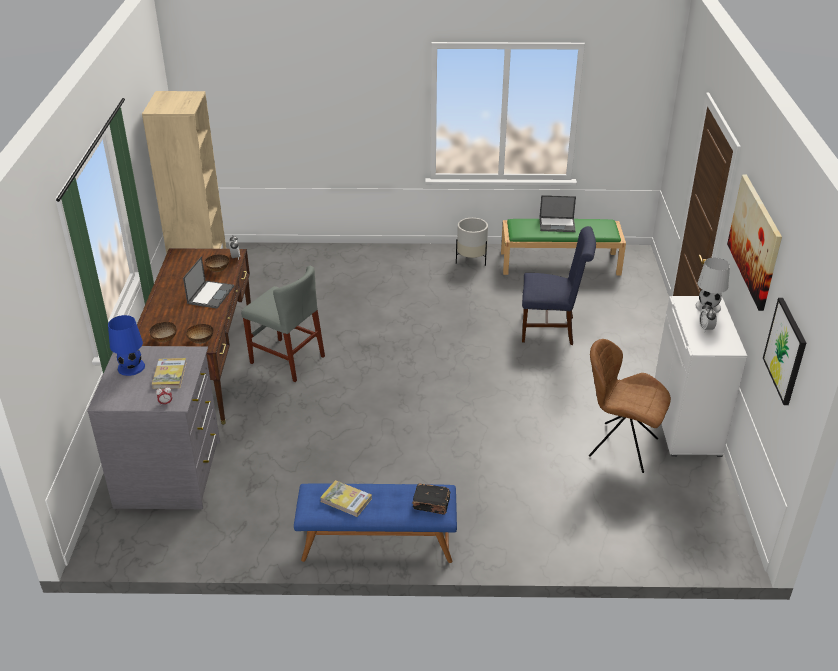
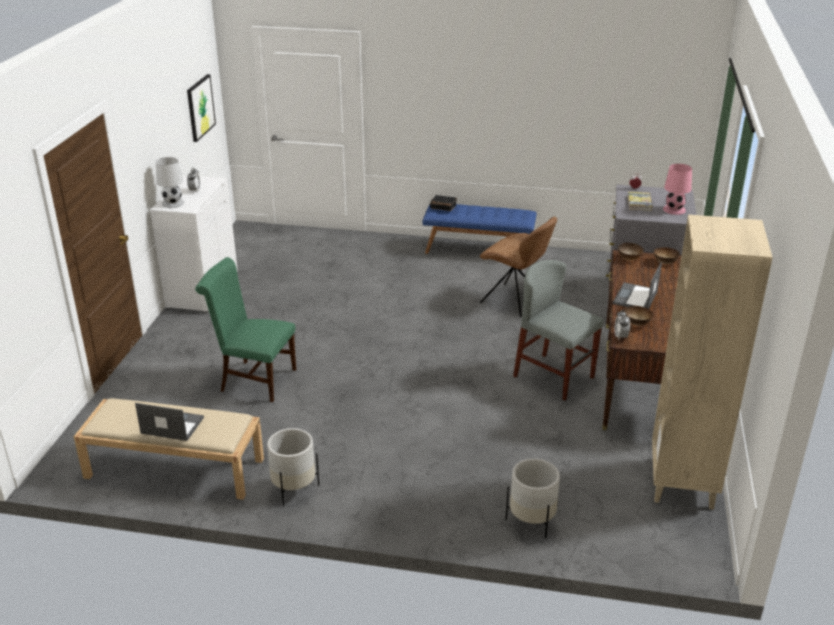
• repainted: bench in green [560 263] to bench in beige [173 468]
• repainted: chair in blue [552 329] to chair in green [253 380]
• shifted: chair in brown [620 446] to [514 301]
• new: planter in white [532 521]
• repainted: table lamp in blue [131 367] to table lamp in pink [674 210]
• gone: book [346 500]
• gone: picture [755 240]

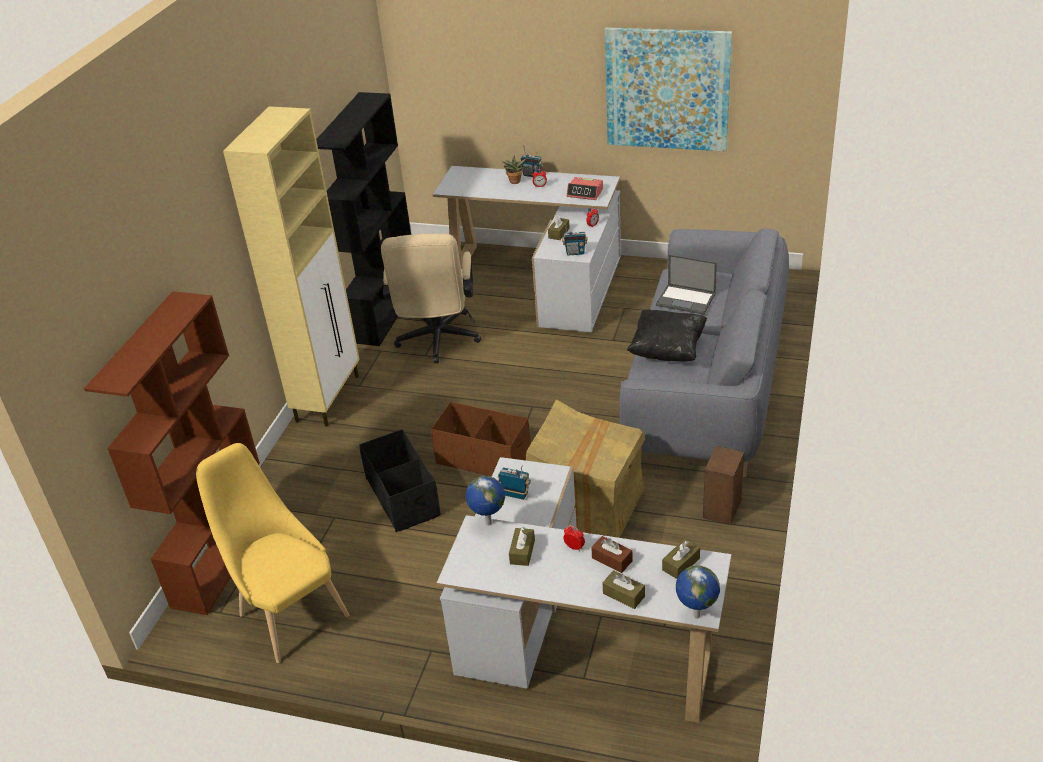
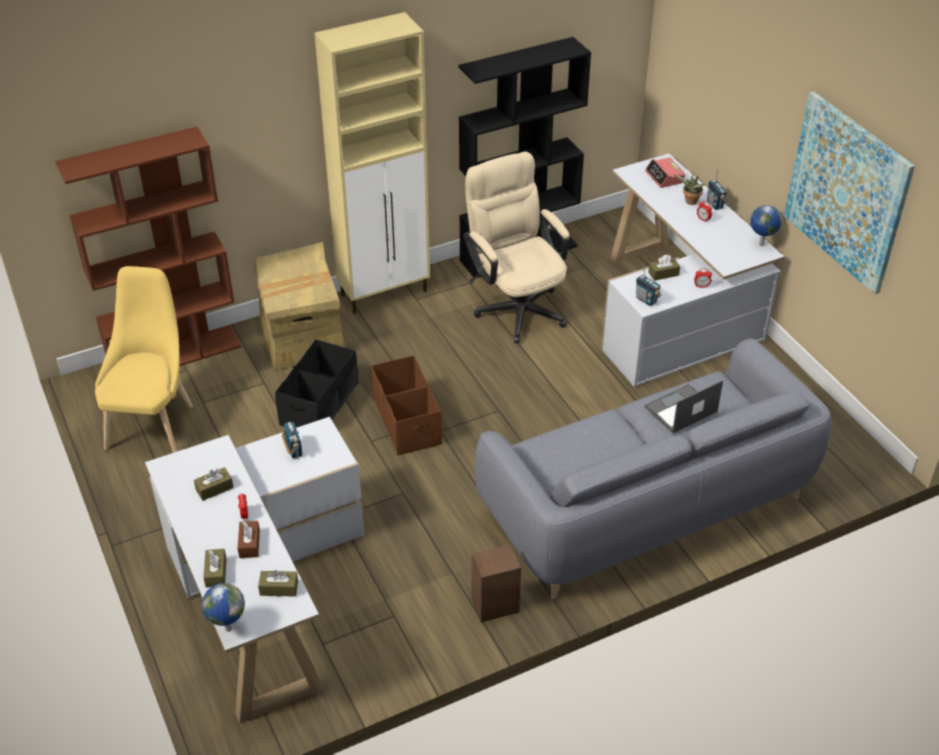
• shifted: cardboard box [587 505] to [302 337]
• rotated: office chair in beige [437 342] = [516 306] 105 degrees clockwise
• rotated: laptop [686 299] = [680 410] 75 degrees clockwise
• shifted: alarm clock [585 193] to [664 177]
• shifted: globe [488 523] to [760 244]
• gone: pillow in black [667 350]

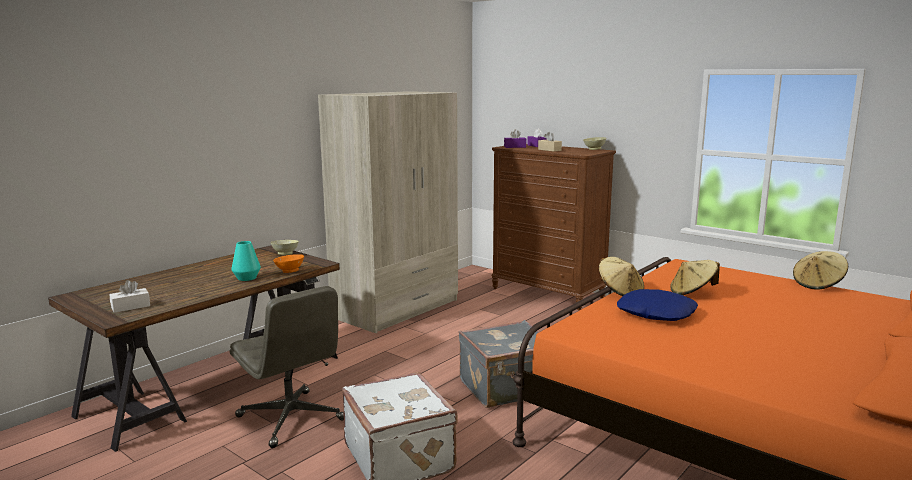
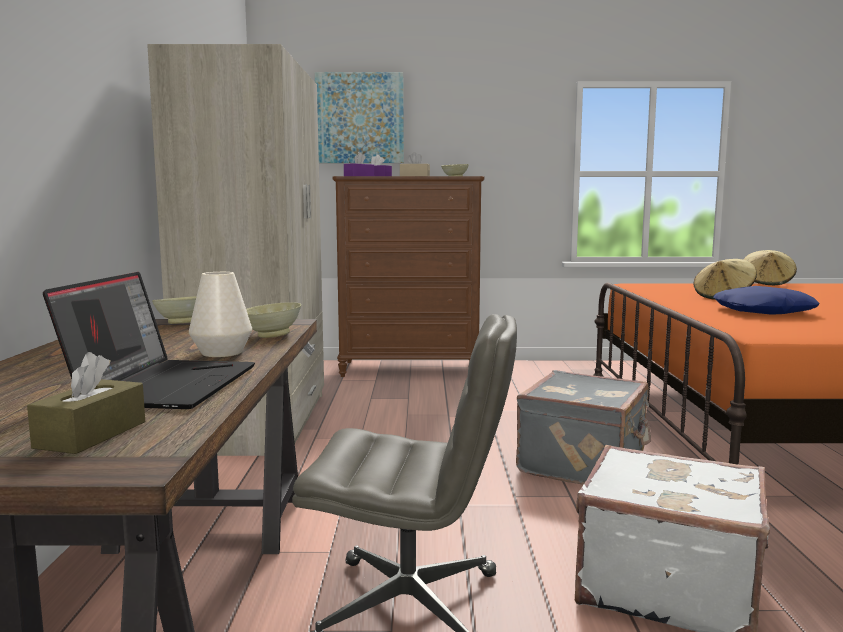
• repainted: tissue box in white [130 307] to tissue box in brown [91 434]
• new: laptop [163 385]
• repainted: vase in turquoise [246 278] to vase in white [221 353]
• repainted: bowl in orange [290 271] to bowl in beige [271 335]
• new: picture [360 118]
• gone: hat in beige [620 292]

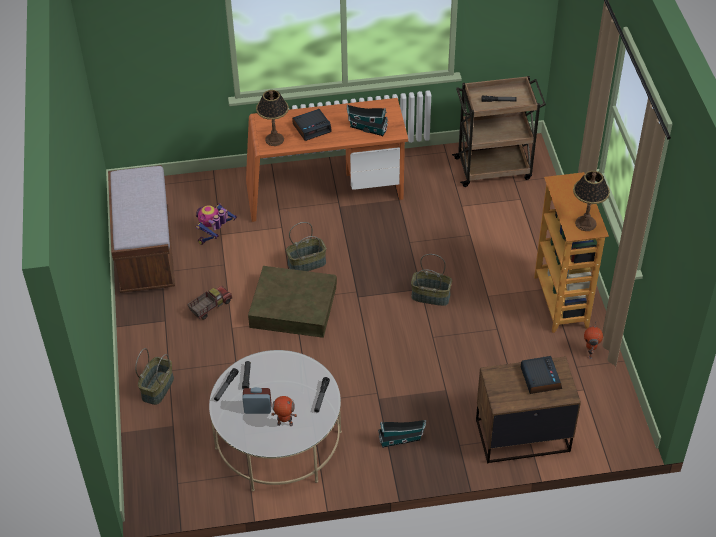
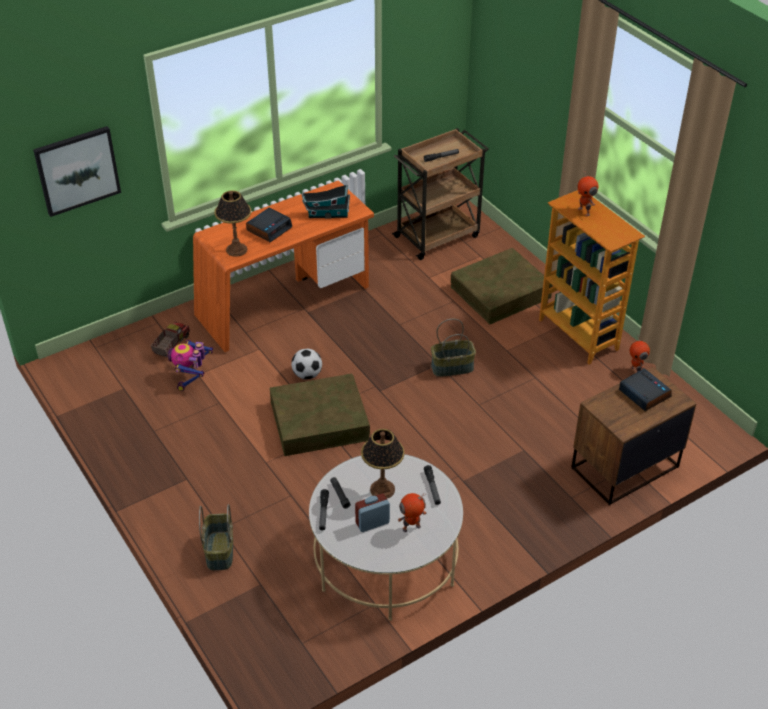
• new: picture [77 170]
• shifted: toy truck [210 307] to [171 346]
• swapped: basket [307 263] to football [307 375]
• shifted: table lamp [586 223] to [382 489]
• new: storage box in brown [500 292]
• new: toy robot [584 211]
• gone: bench in brown [145 253]
• gone: toy house [401 439]

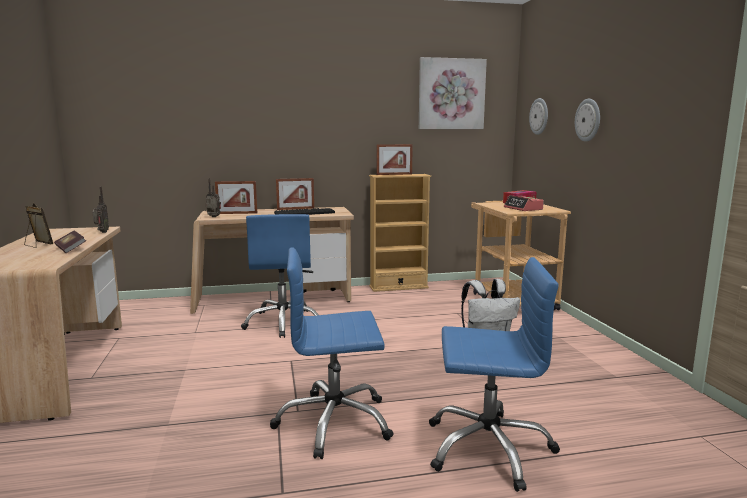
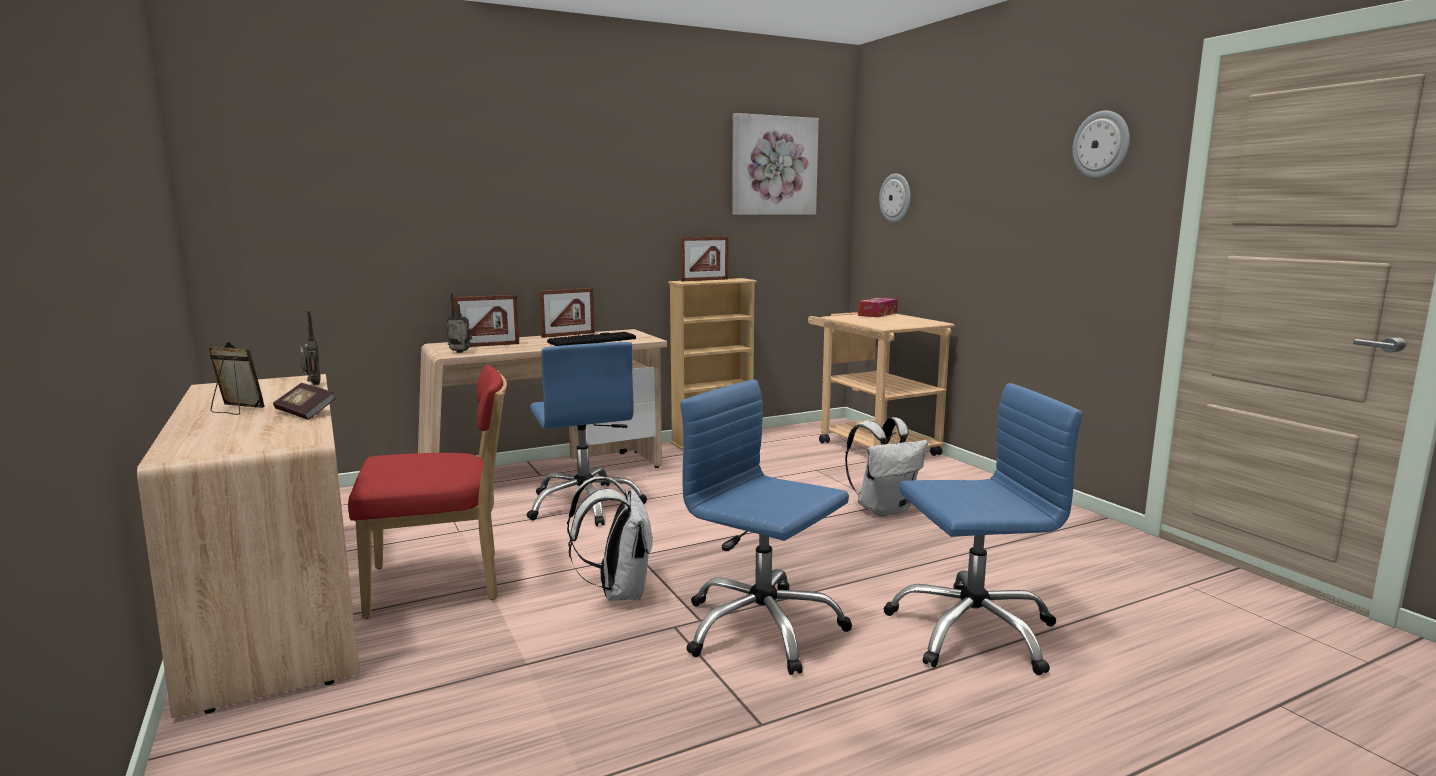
• new: chair in red [442 583]
• new: backpack in white [618 592]
• rotated: office chair in blue [334 423] = [761 628] 60 degrees clockwise
• shifted: wall clock [588 120] to [1101 145]
• gone: alarm clock [523 209]

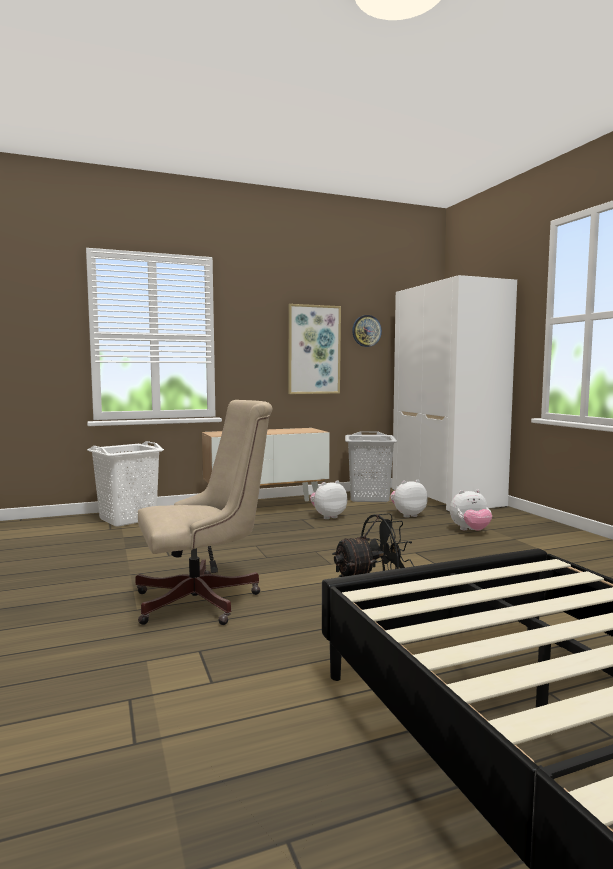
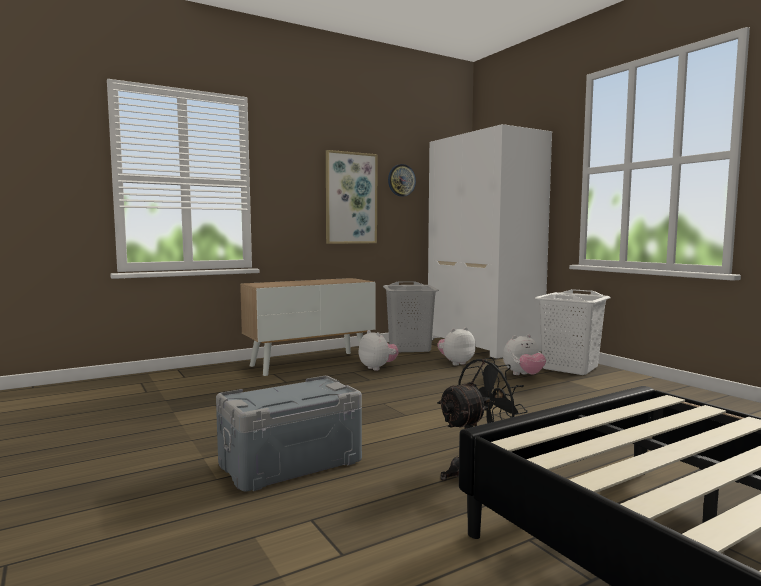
• swapped: office chair in beige [205 601] to storage box in grey [291 463]
• rotated: plush toy [328 516] = [378 368] 90 degrees clockwise
• shifted: laundry basket in white [128 519] to [570 368]

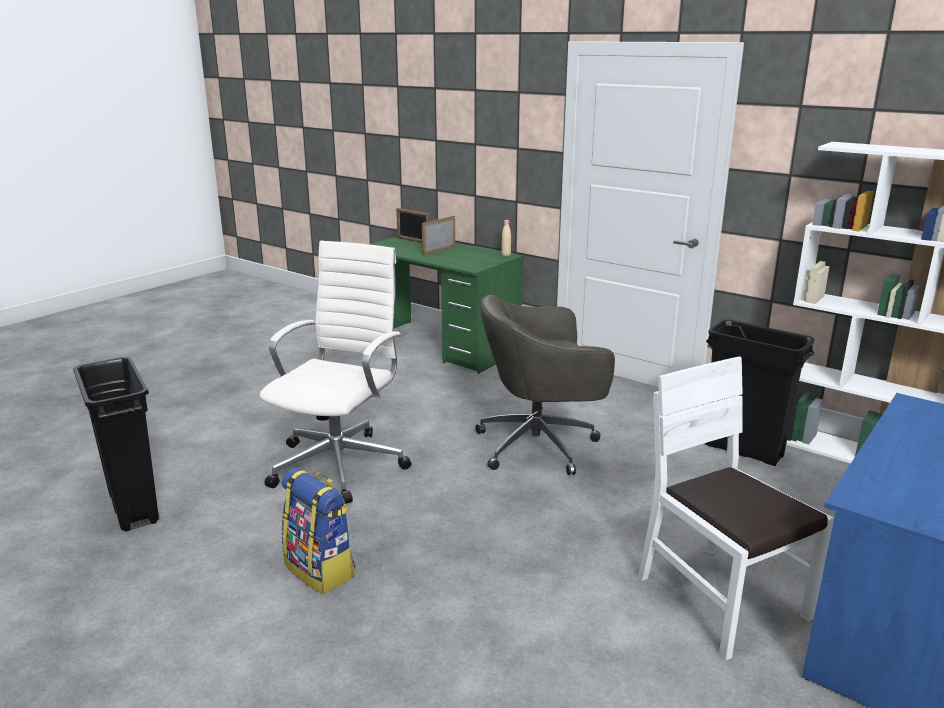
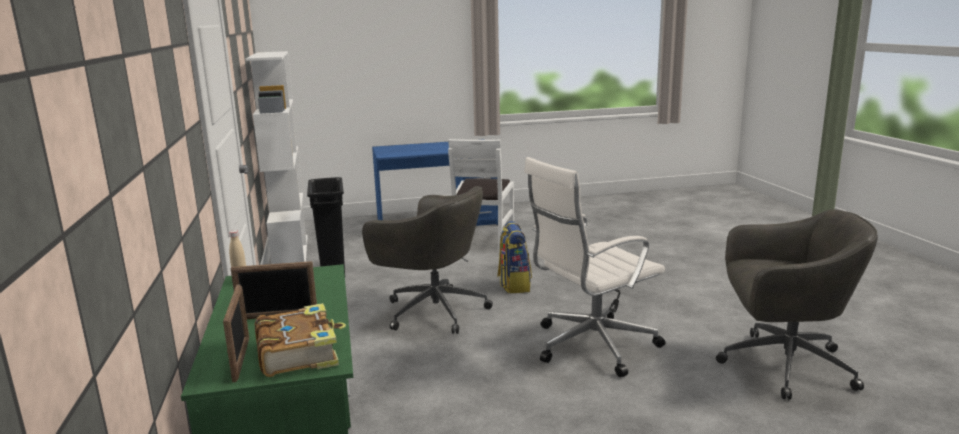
• new: book [299 352]
• shifted: backpack [321 570] to [514 285]
• swapped: trash can in black [133 508] to office chair in grey [782 365]

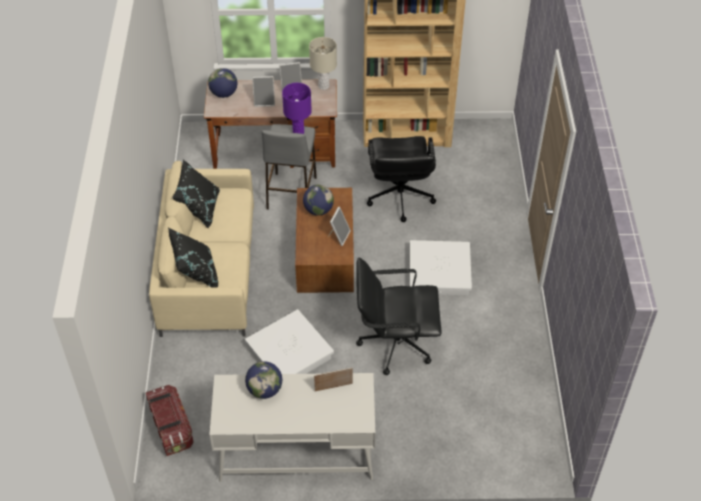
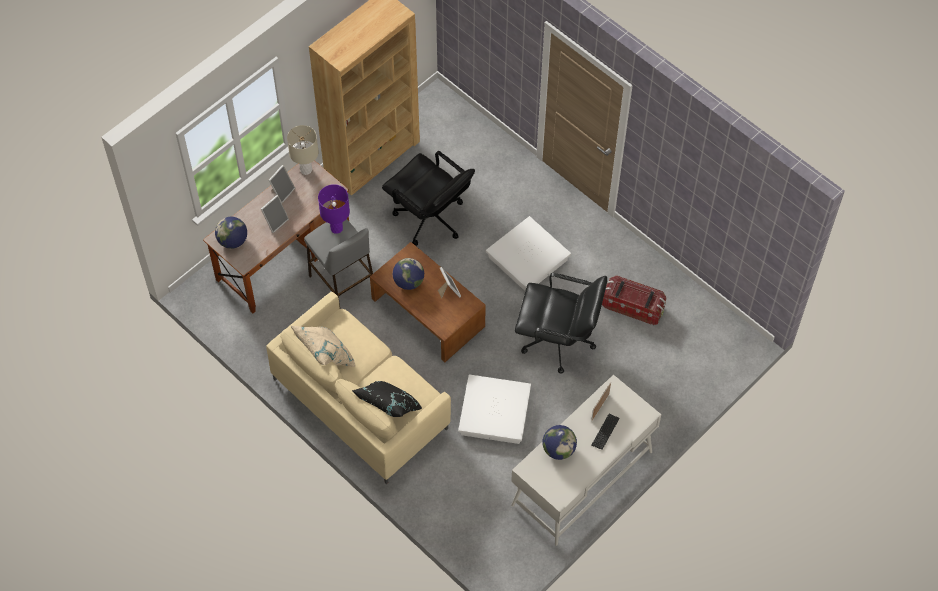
• repainted: pillow in black [199 208] to pillow in beige [325 356]
• rotated: office chair in black [395 343] = [558 341] 120 degrees counterclockwise
• new: keyboard [605 432]
• shifted: storage box [171 427] to [633 306]

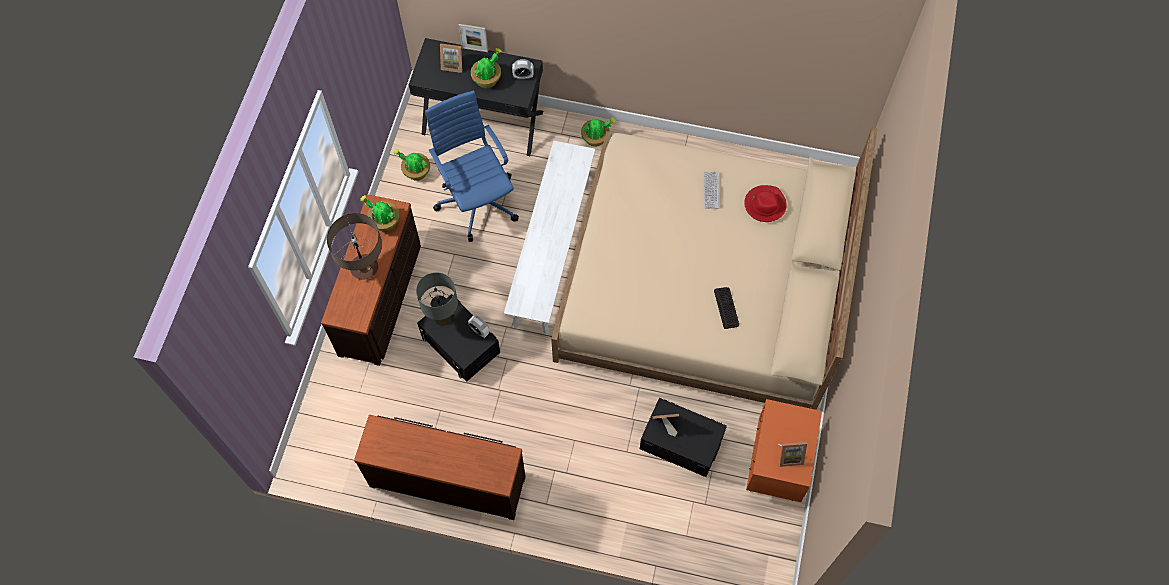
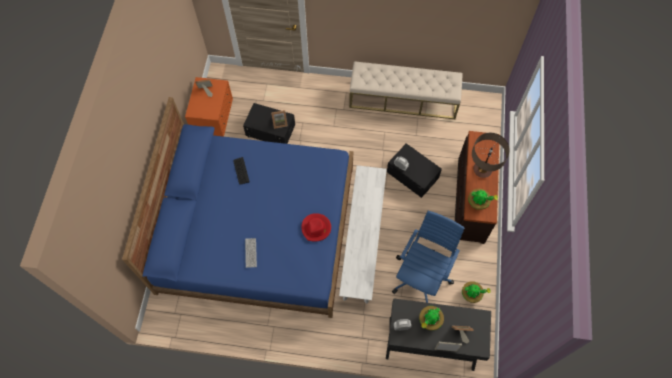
• repainted: bed in beige [704 283] to bed in blue [257 228]
• shifted: hat in red [764 205] to [316 228]
• swapped: dresser in brown [448 479] to bench in beige [403 99]
• rotated: office chair in blue [477 200] = [422 276] 120 degrees counterclockwise
• gone: table lamp in grey [443 318]
• gone: potted plant [596 138]

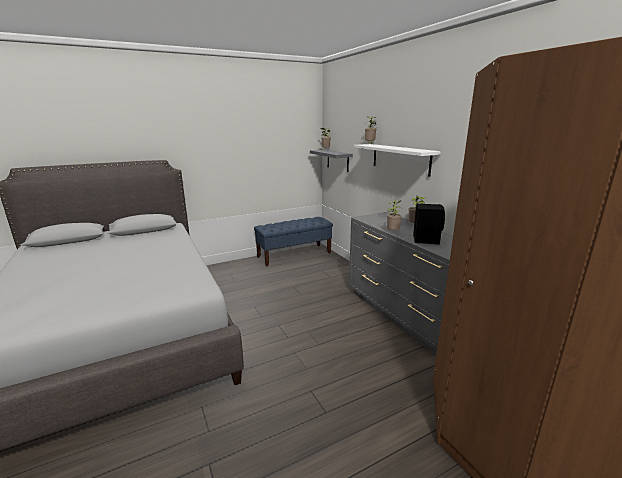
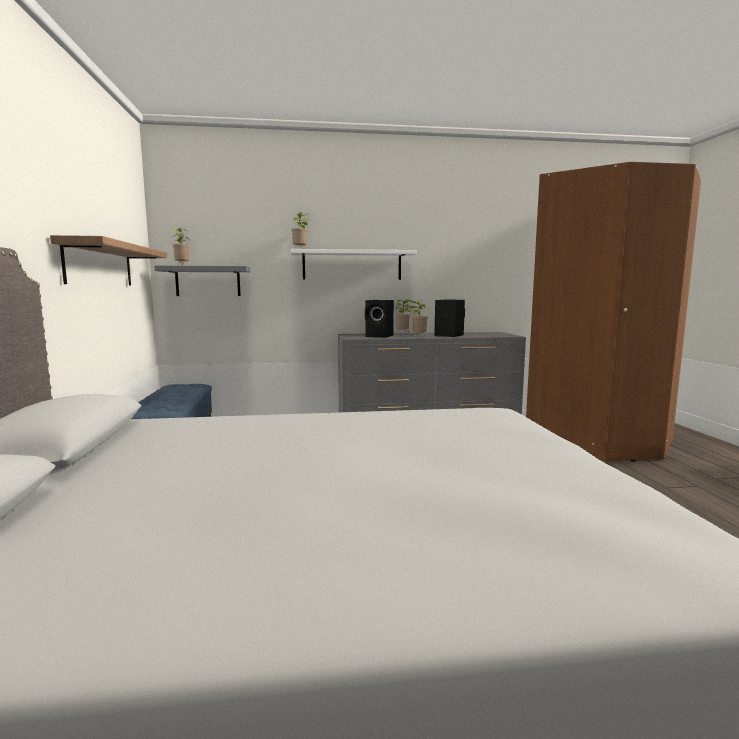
• new: shelf [100 265]
• new: speaker in black [380 336]

